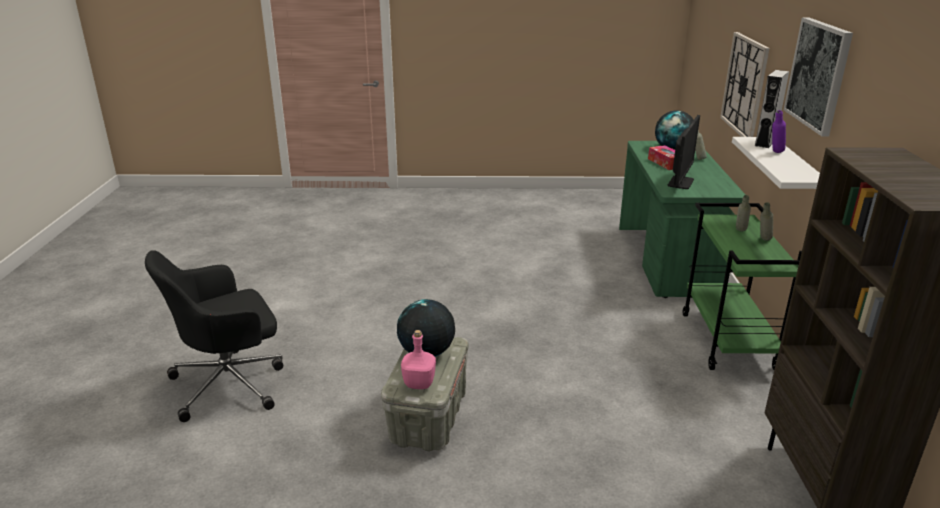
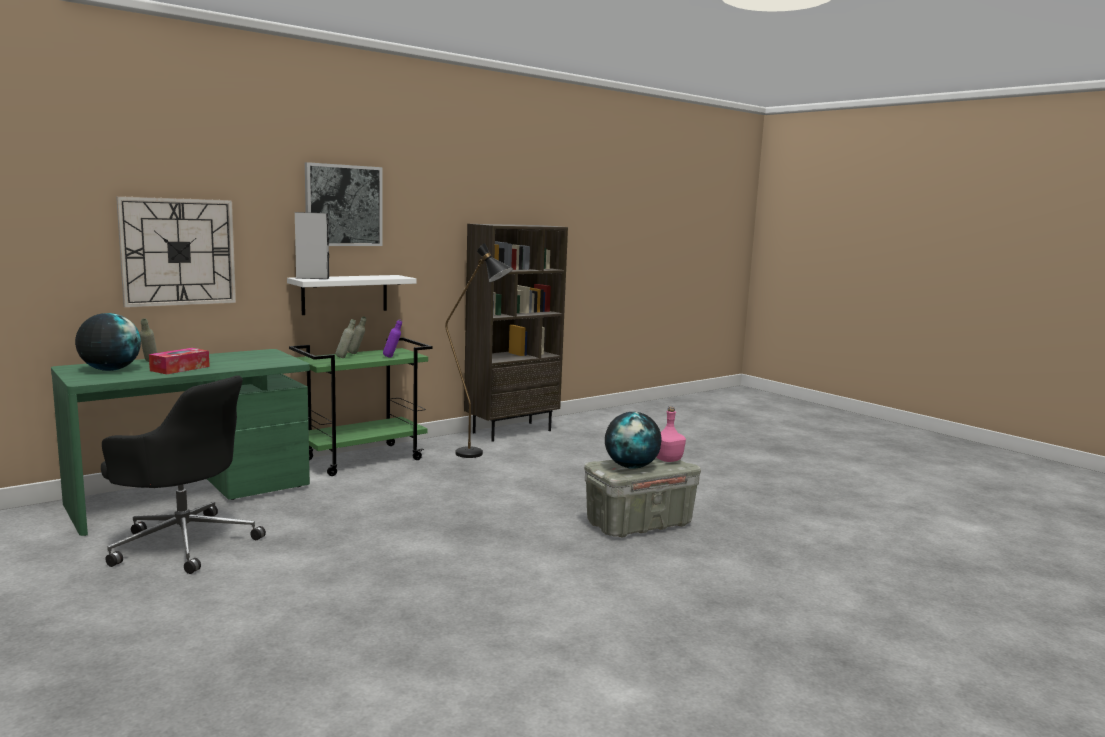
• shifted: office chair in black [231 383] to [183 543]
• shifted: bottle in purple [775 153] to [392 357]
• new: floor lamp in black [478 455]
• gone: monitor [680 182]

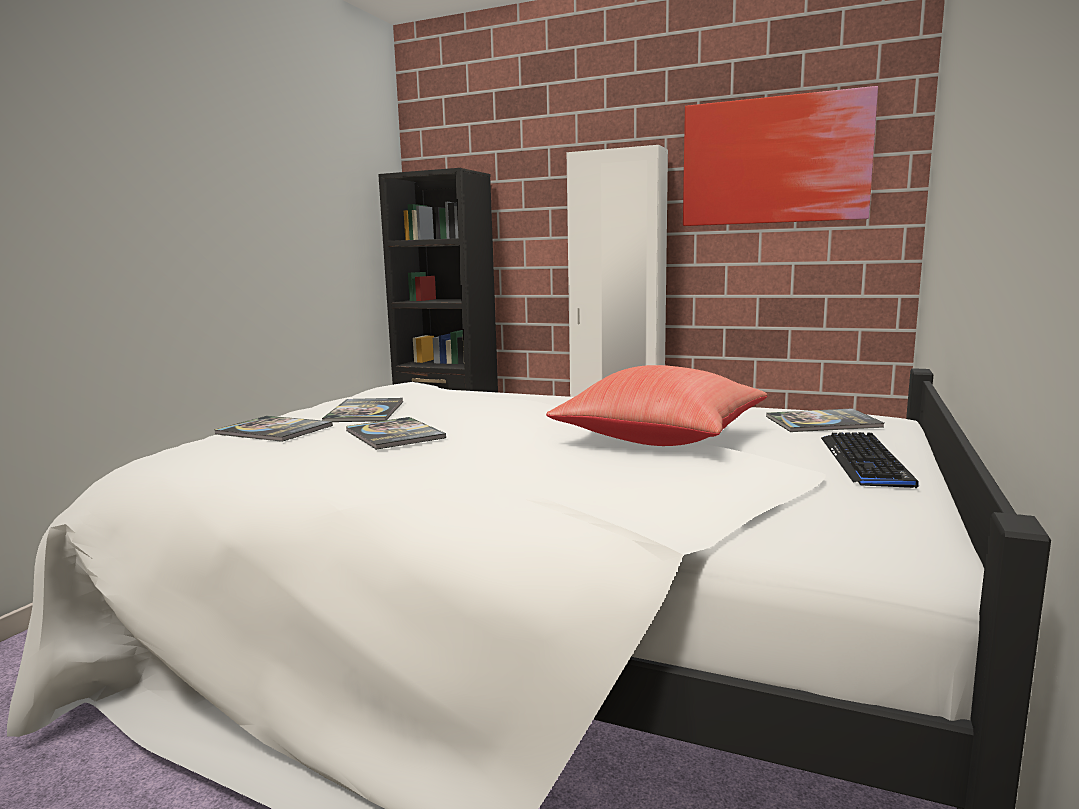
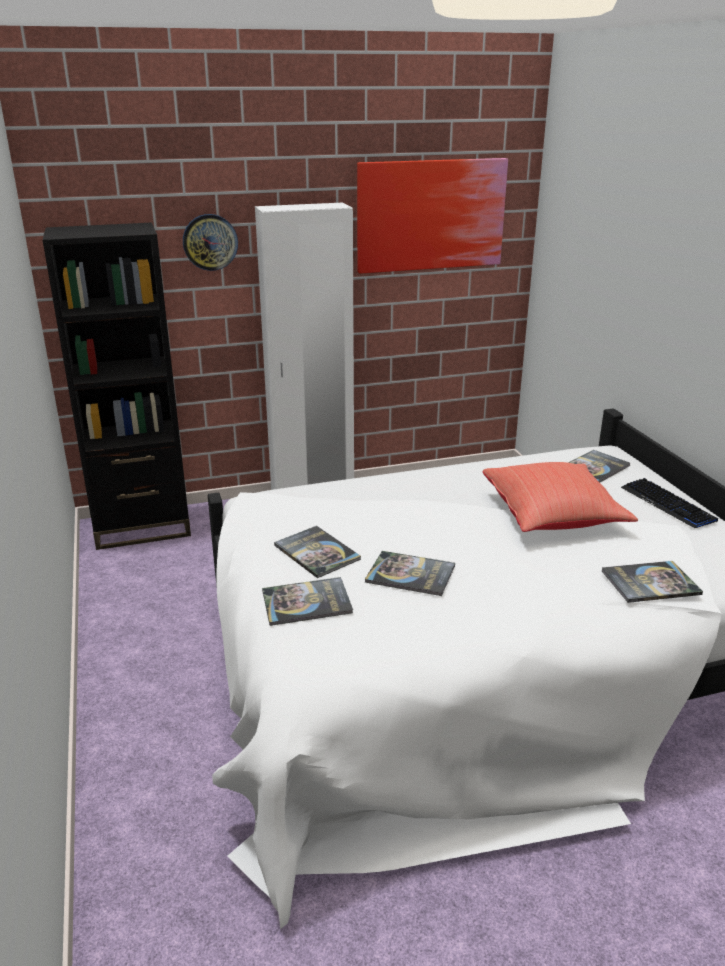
• new: wall clock [210 242]
• new: book [650 583]

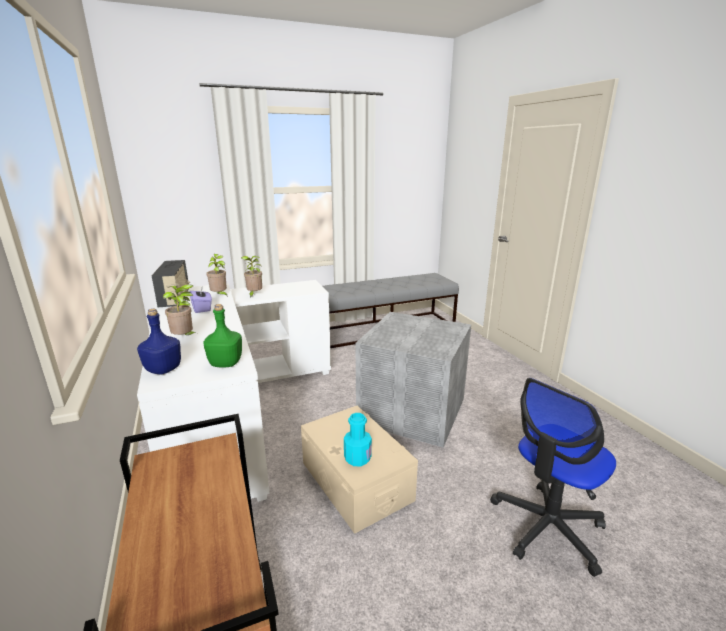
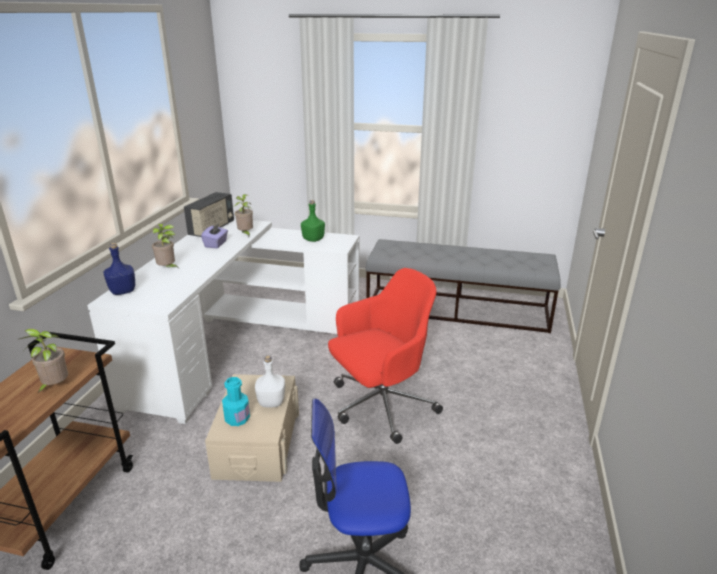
• shifted: potted plant [254 295] to [55 387]
• new: bottle in white [272 402]
• shifted: bottle in green [225 363] to [313 239]
• swapped: storage box in grey [414 410] to office chair in red [380 406]

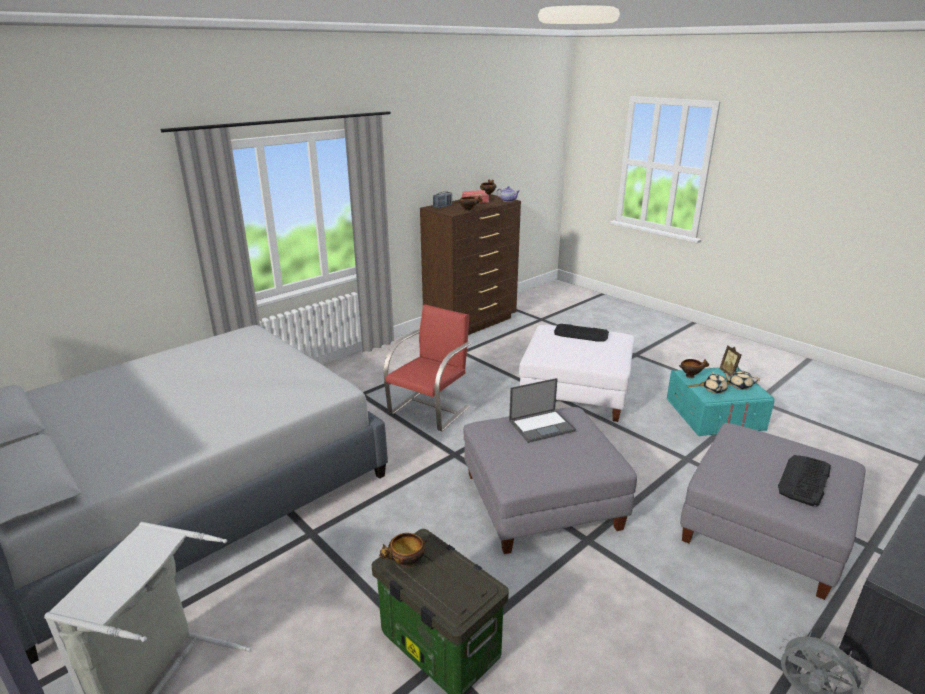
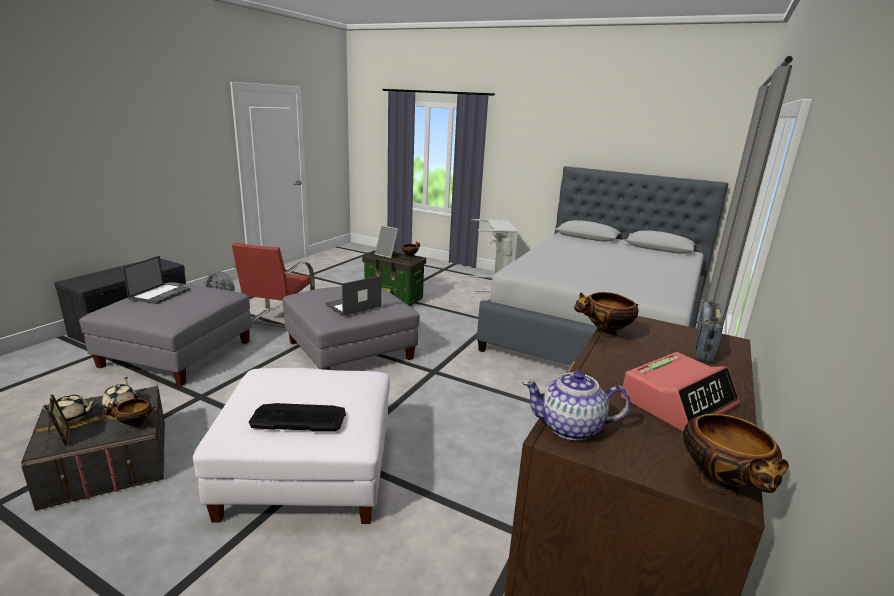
• repainted: storage box in turquoise [714 414] to storage box in grey [107 462]
• swapped: keyboard [804 480] to laptop [160 294]
• shifted: chair in red [430 410] to [277 322]
• new: picture frame [387 255]

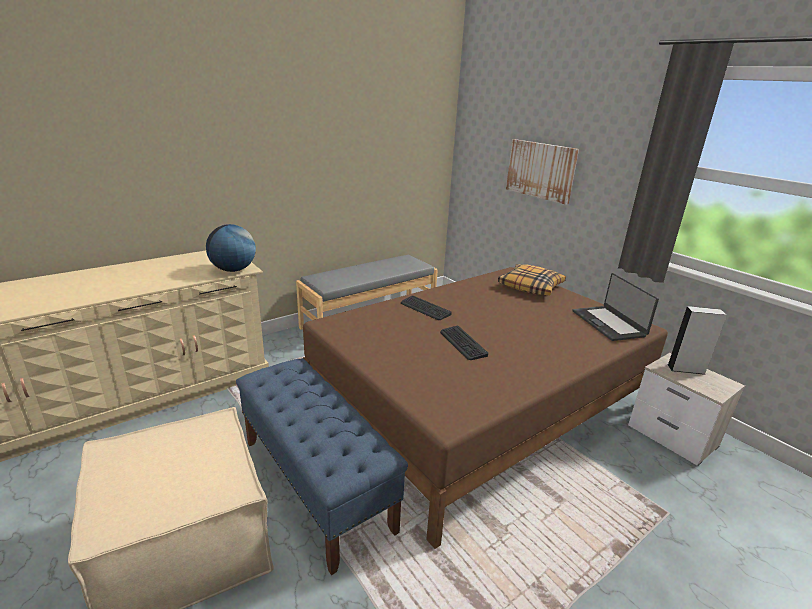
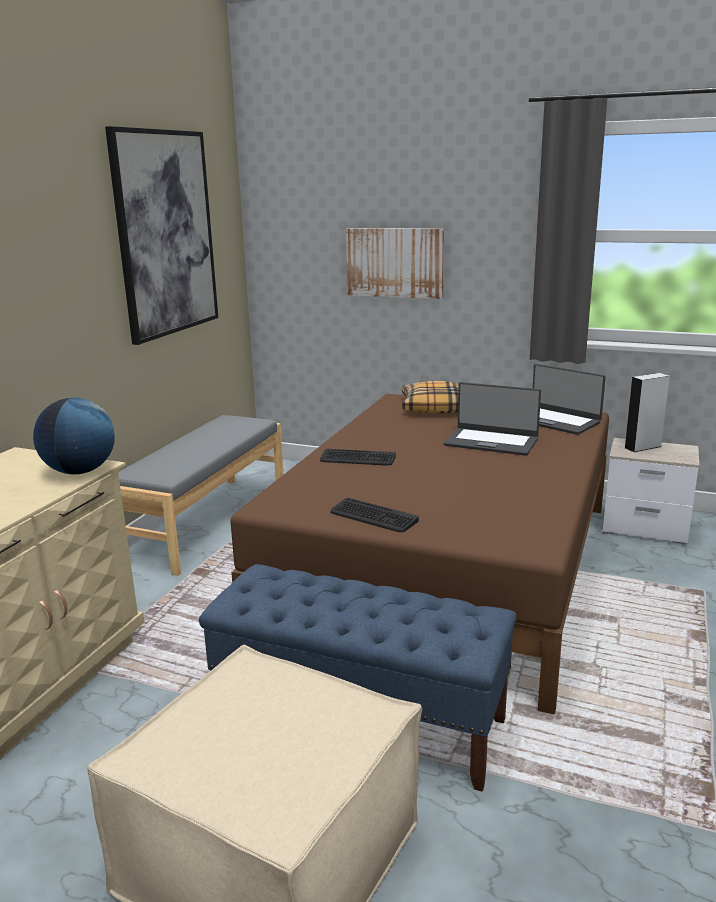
• new: picture [165 234]
• shifted: keyboard [462 343] to [373 516]
• new: laptop [491 442]

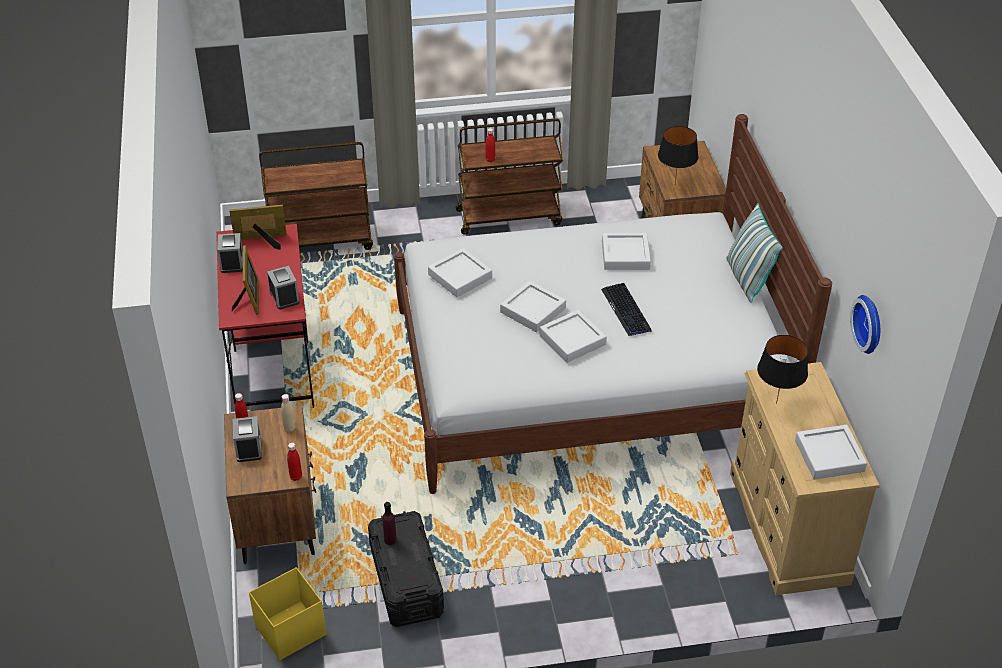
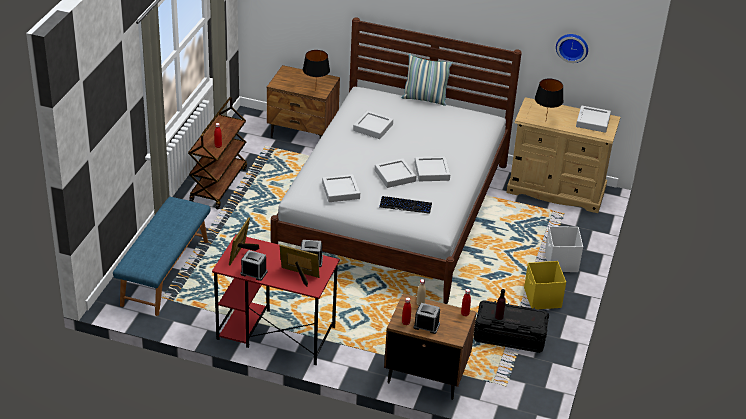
• swapped: cart in brown [321 241] to bench in blue [164 272]
• shifted: keyboard [626 310] to [405 205]
• shifted: storage box in yellow [289 631] to [542 298]
• new: storage box in white [561 262]

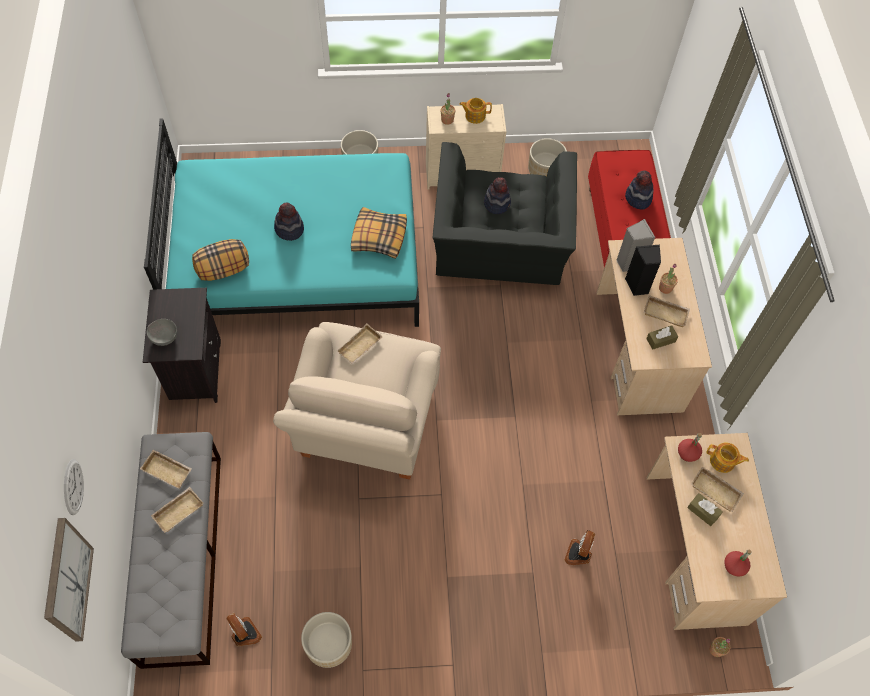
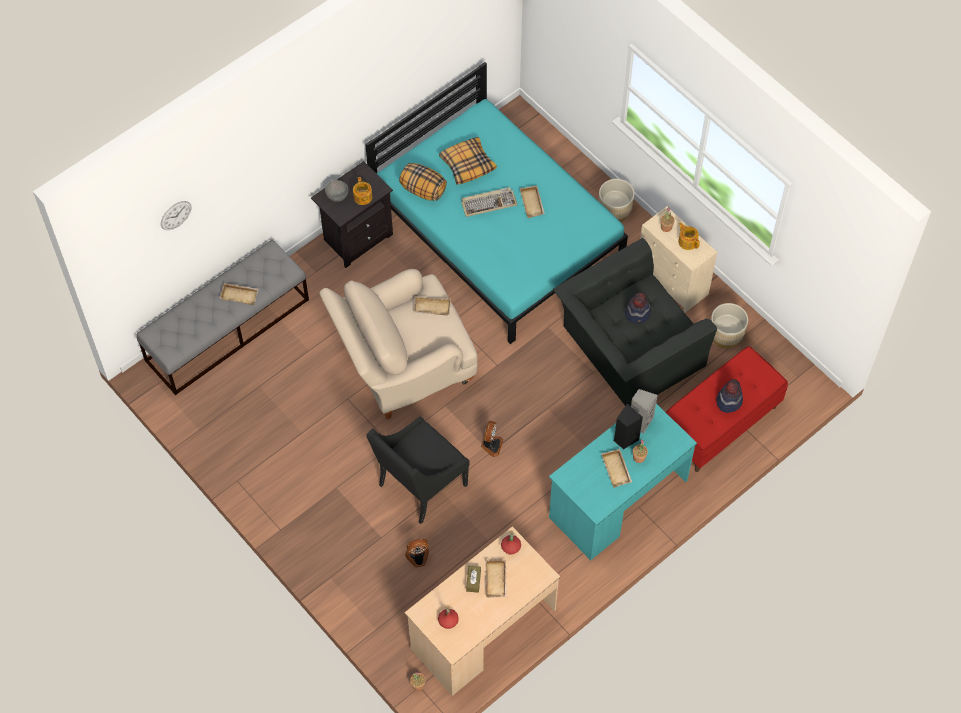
• shifted: teapot [722 461] to [362 197]
• new: armchair in black [420 486]
• shifted: pillow [378 237] to [467 164]
• swapped: hat [289 229] to keyboard [489 203]
• shifted: fan [244 634] to [491 445]
• shifted: tray in beige [168 470] to [533 204]
• repainted: desk in beige [638 351] to desk in turquoise [618 499]
• gone: picture [66 581]
• gone: planter in beige [329 647]
• gone: tissue box in brown [660 340]

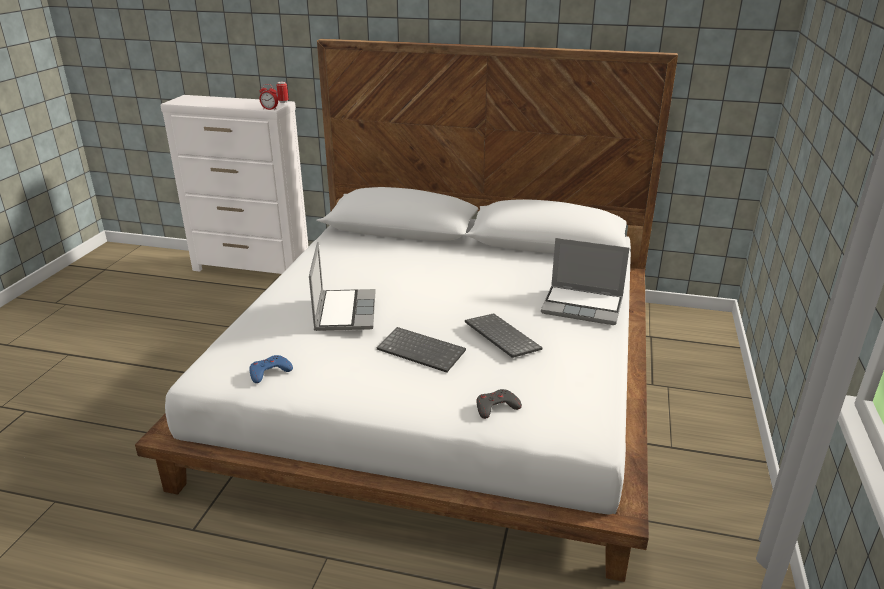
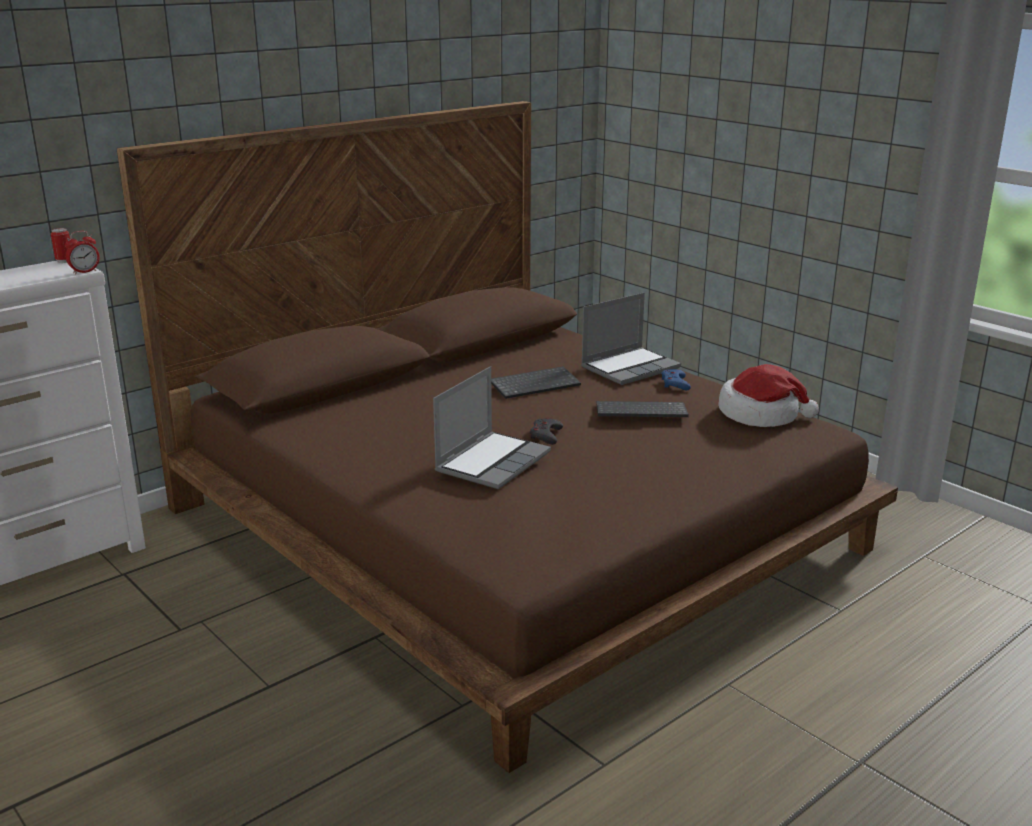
• repainted: bed in white [442 381] to bed in brown [515 528]
• rotated: laptop [344 311] = [492 461] 90 degrees clockwise
• shifted: keyboard [422 351] to [535 384]
• shifted: game controller in grey [496 407] to [546 435]
• shifted: game controller in blue [269 372] to [675 383]
• new: hat [760 414]

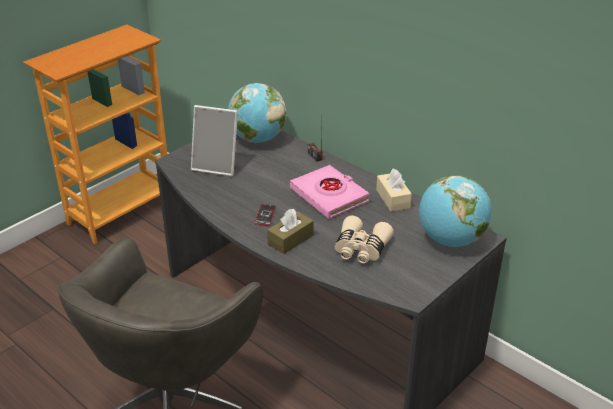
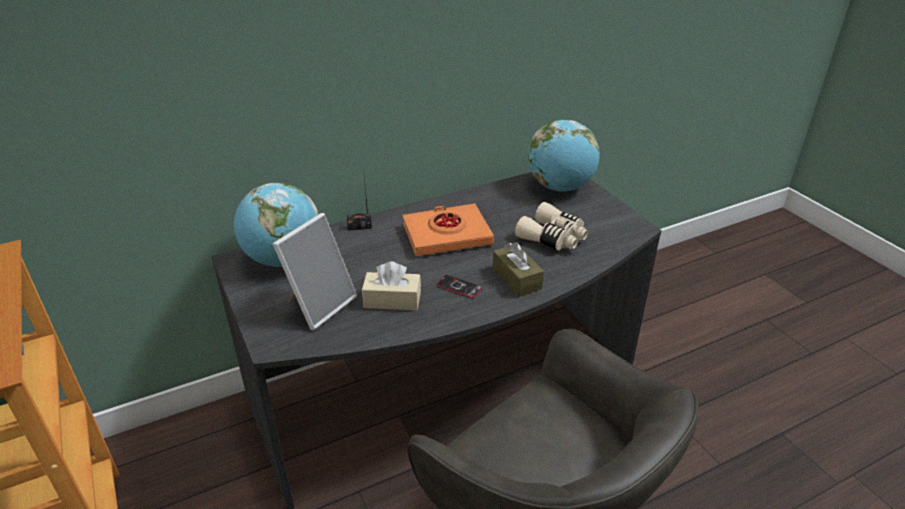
• shifted: tissue box in beige [393 198] to [392 300]
• repainted: book in pink [329 196] to book in orange [447 235]

